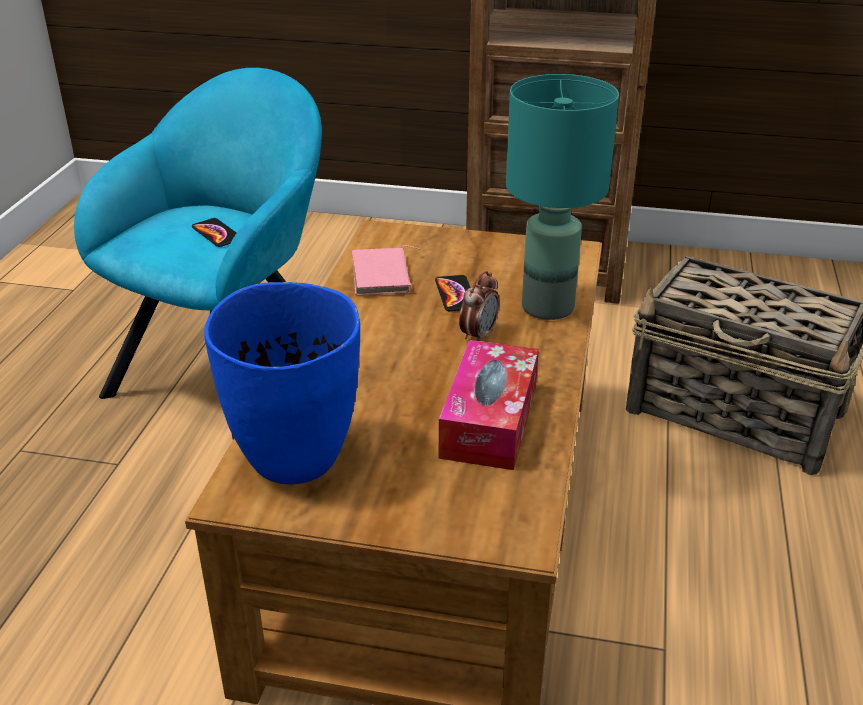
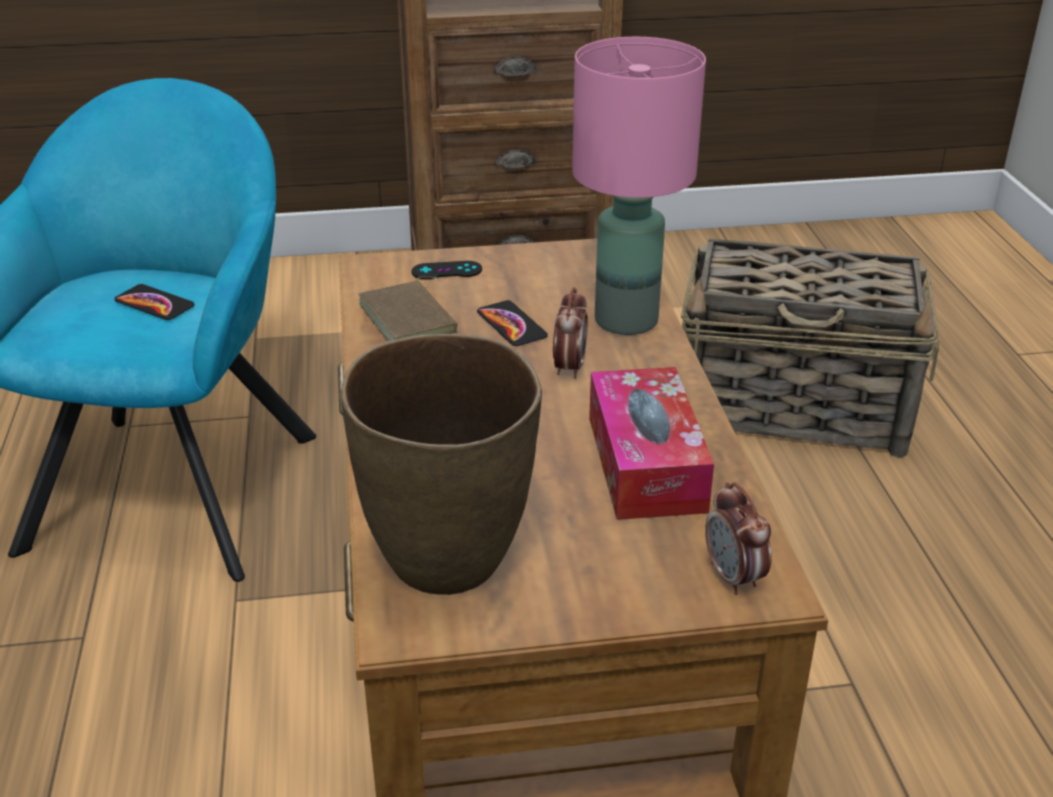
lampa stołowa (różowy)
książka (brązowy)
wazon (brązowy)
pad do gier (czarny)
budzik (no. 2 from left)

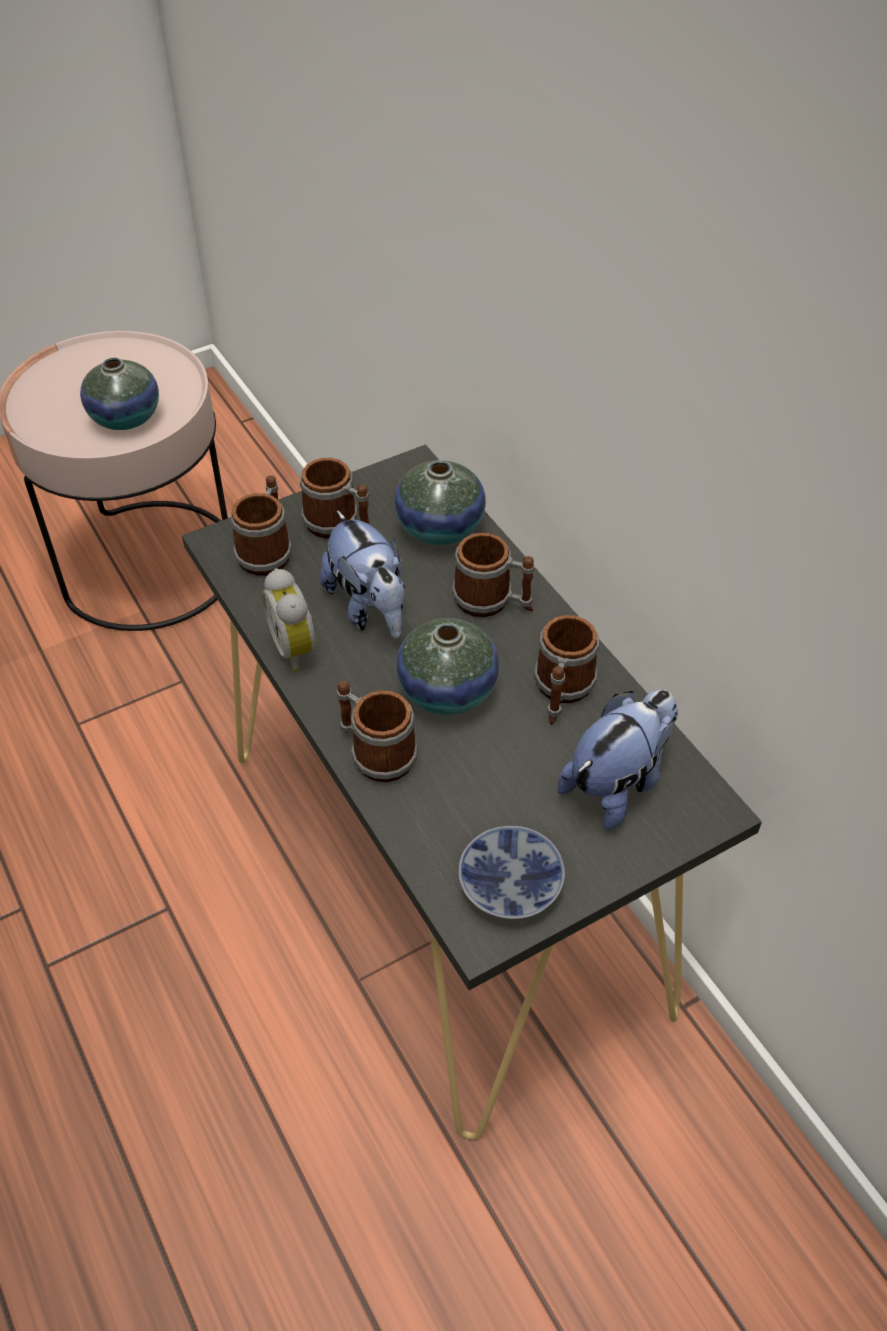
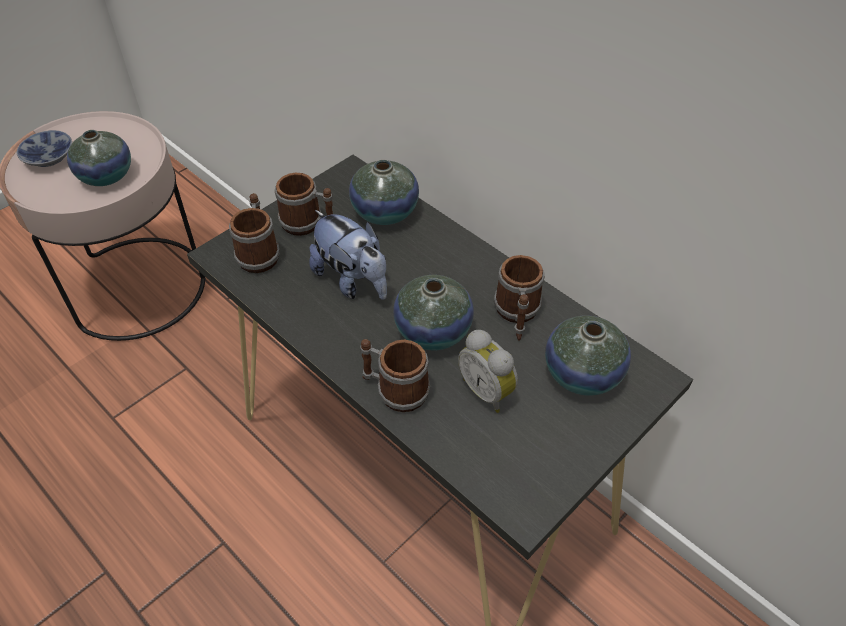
kubek (no. 4 from left in the first image)
budzik
wazon (no. 4 from left)
miska

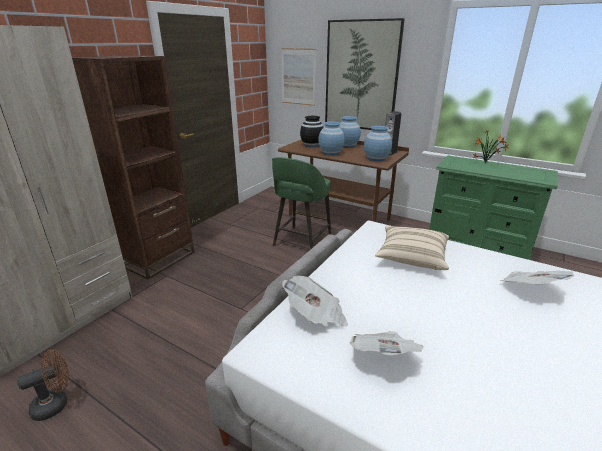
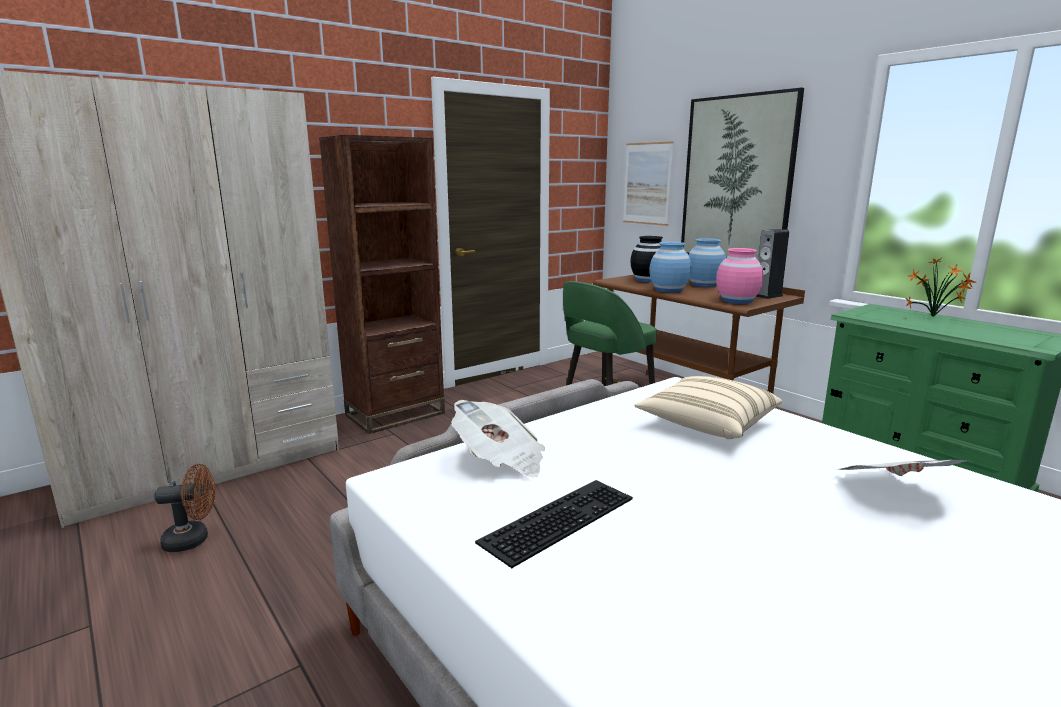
wazon (różowy)
klawiatura

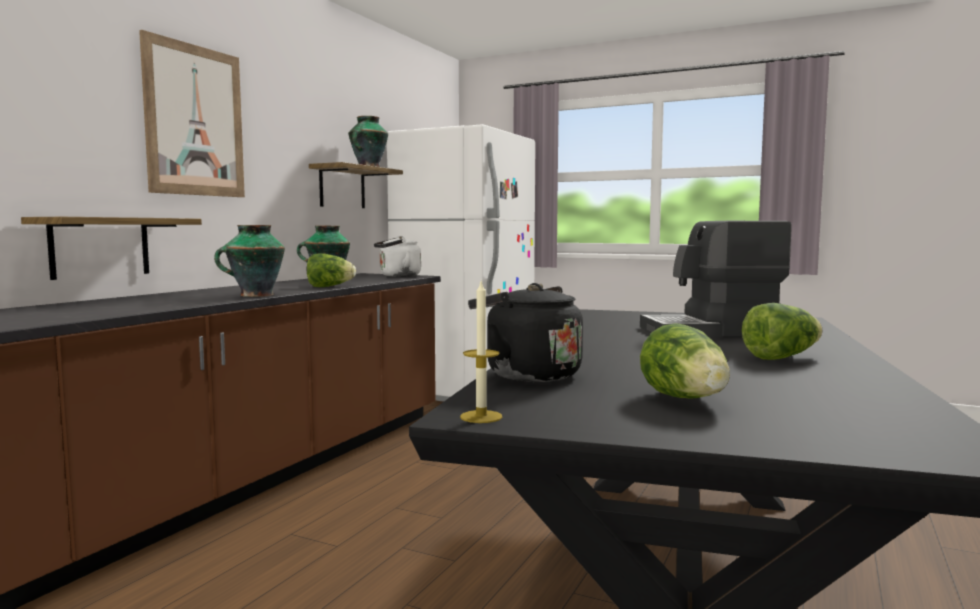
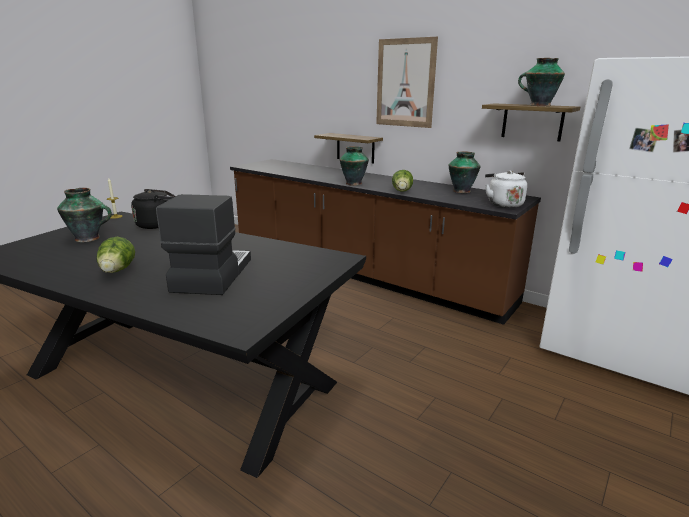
wazon (no. 1 from left)

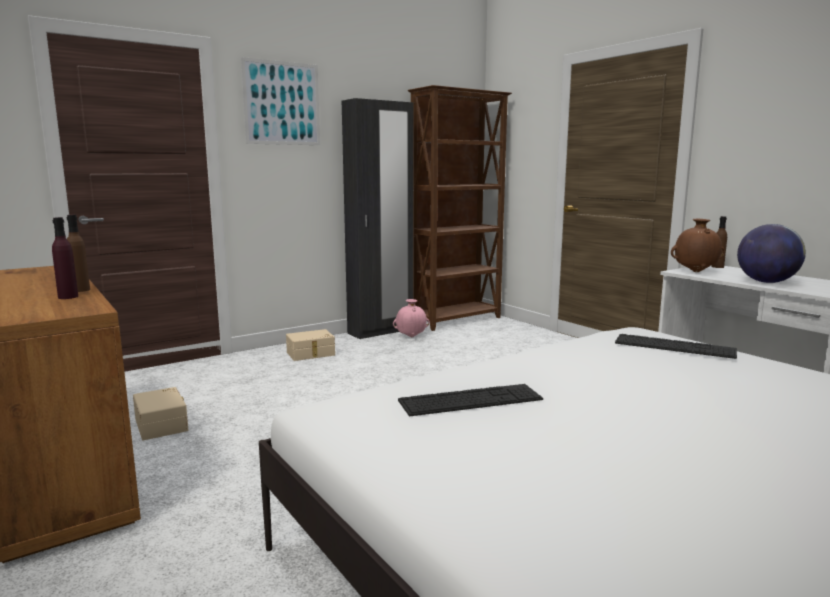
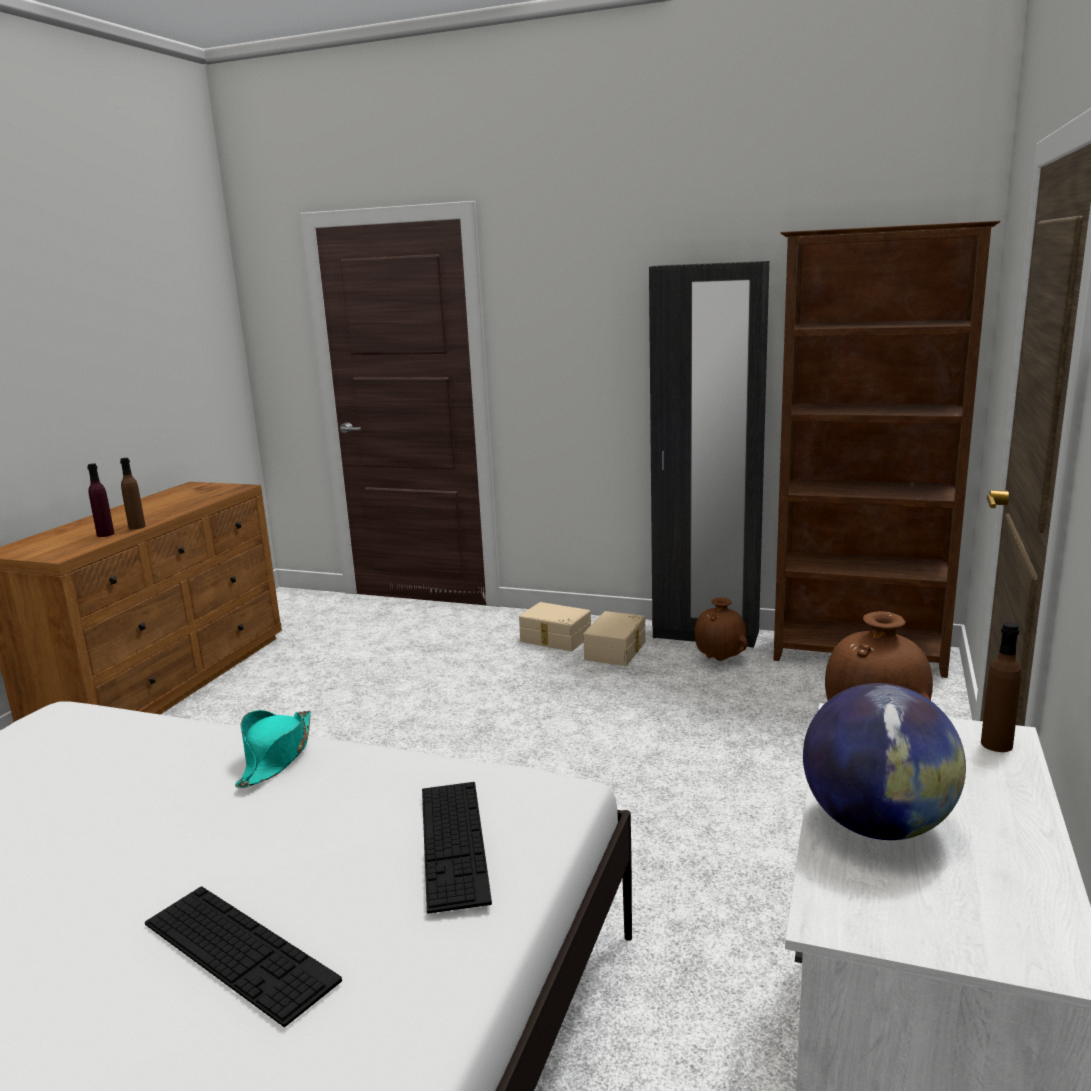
obraz
wazon (brązowy) (no. 1 from left)
klawiatura (no. 1 from left)
pojemnik do przechowywania (beżowy) (no. 2 from left)
kapelusz (turkusowy)

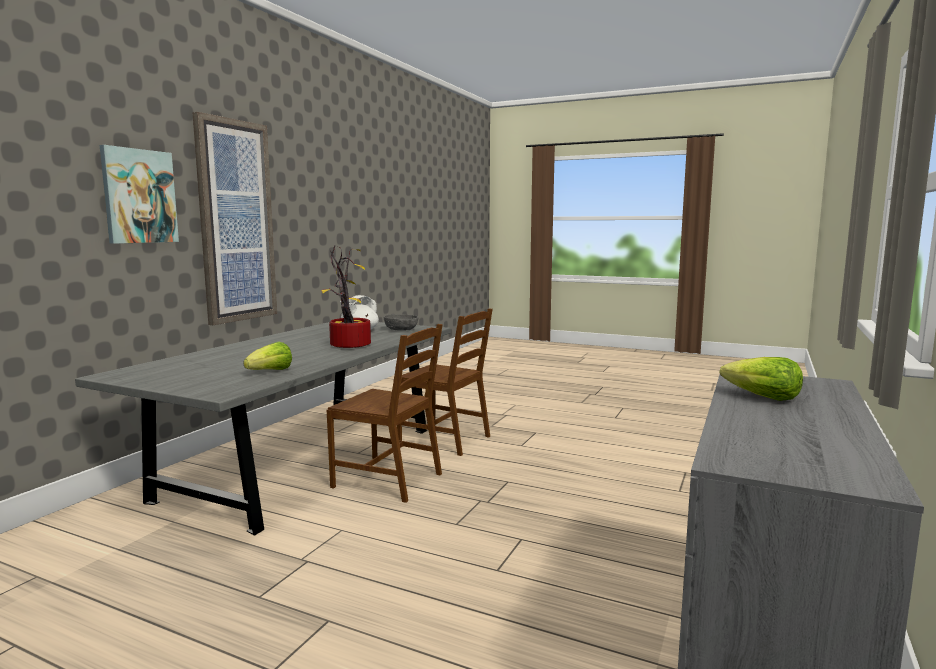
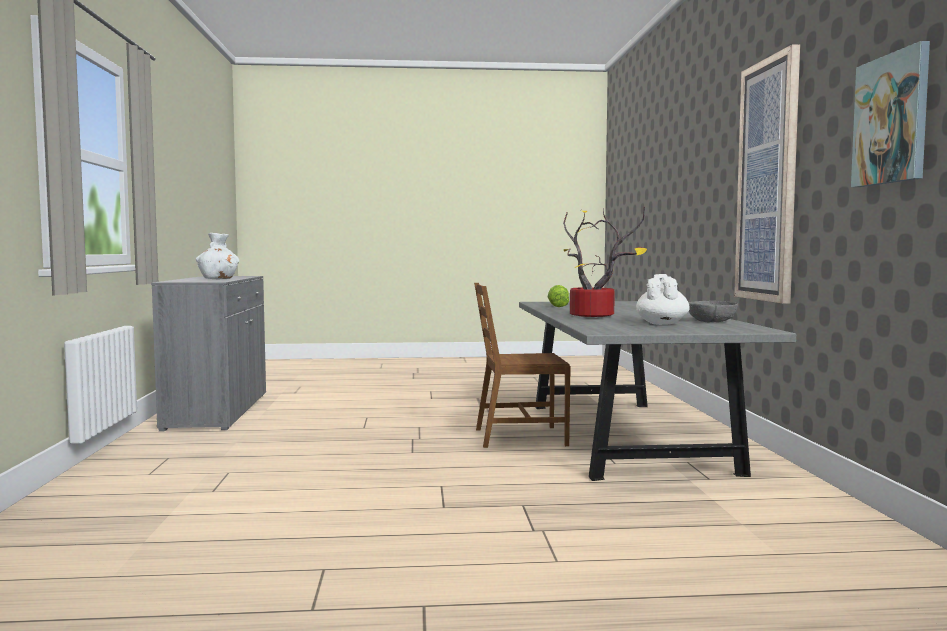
obraz (no. 2 from left)
krzesło (brązowy) (no. 2 from left in the first image)
miska (szary)
wazon (biały)

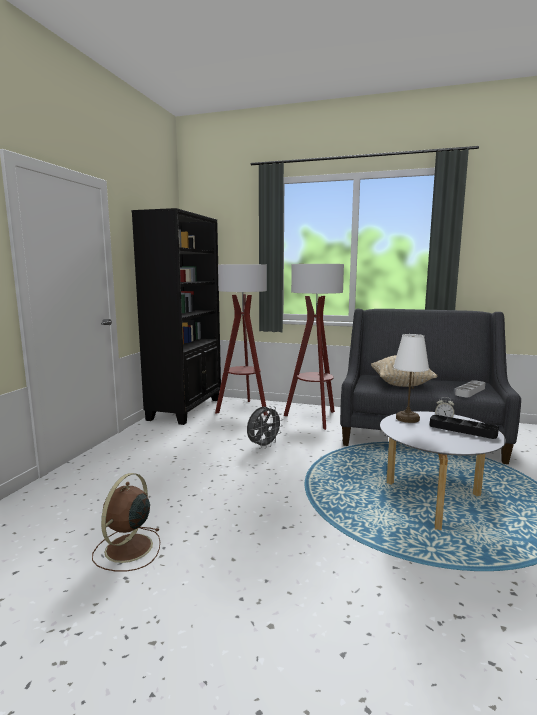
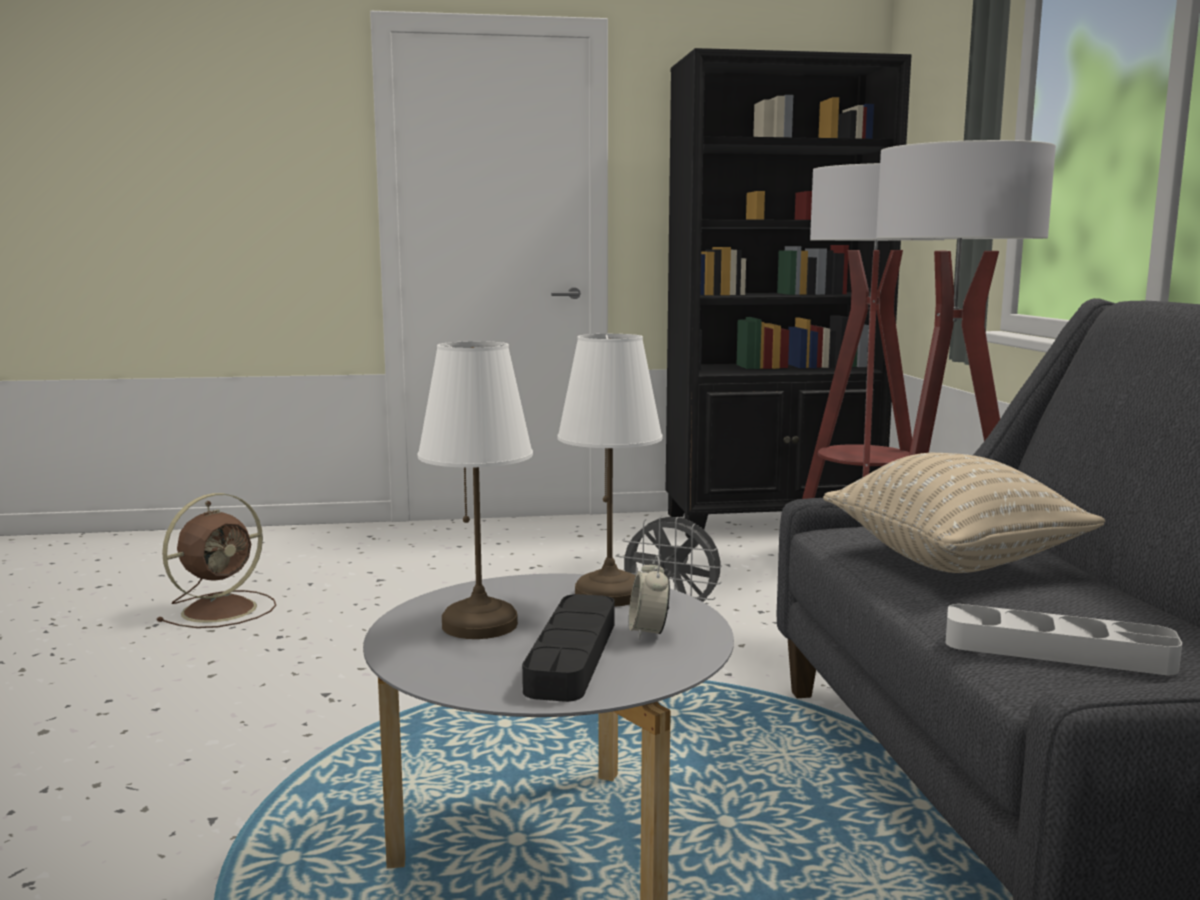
wentylator (brązowy)
lampa stołowa (biały) (no. 1 from left)

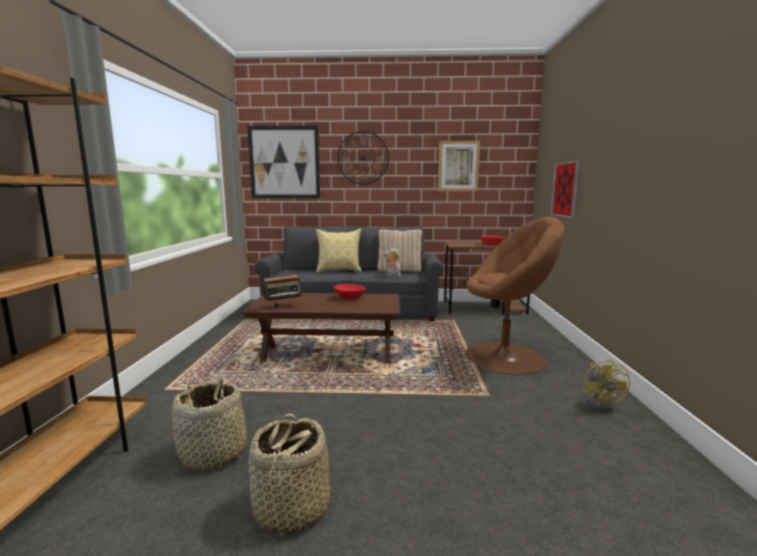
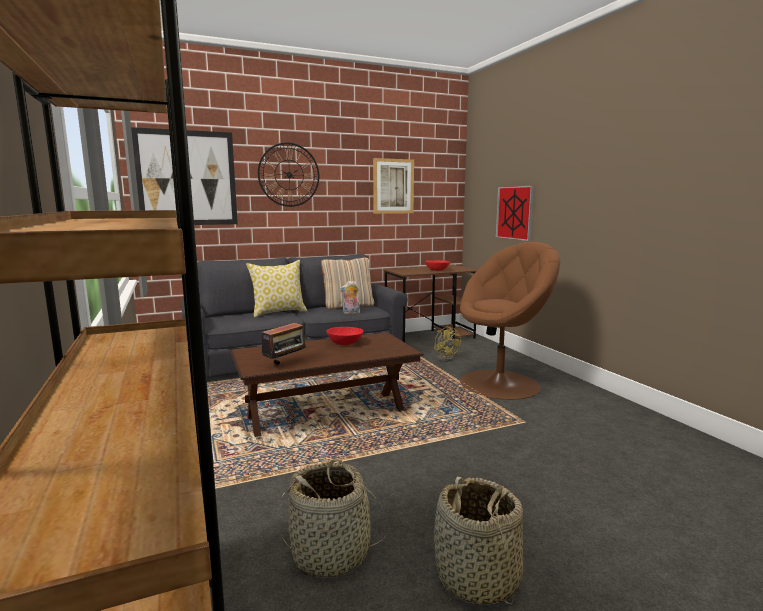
wentylator (żółty)

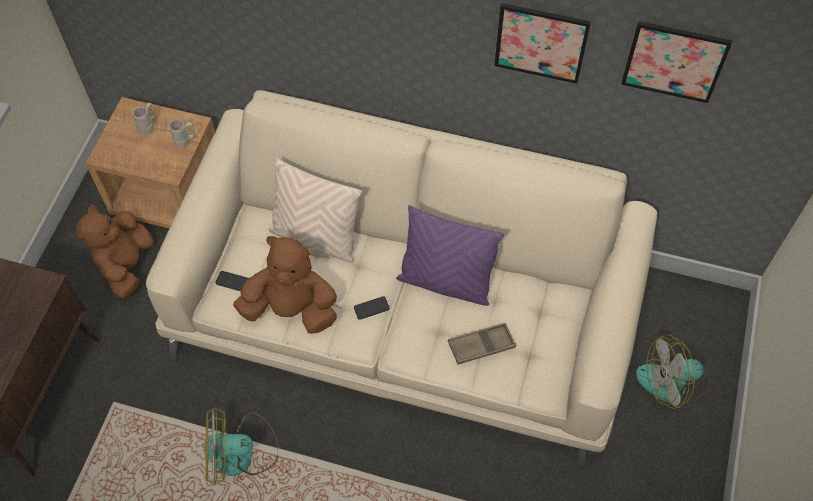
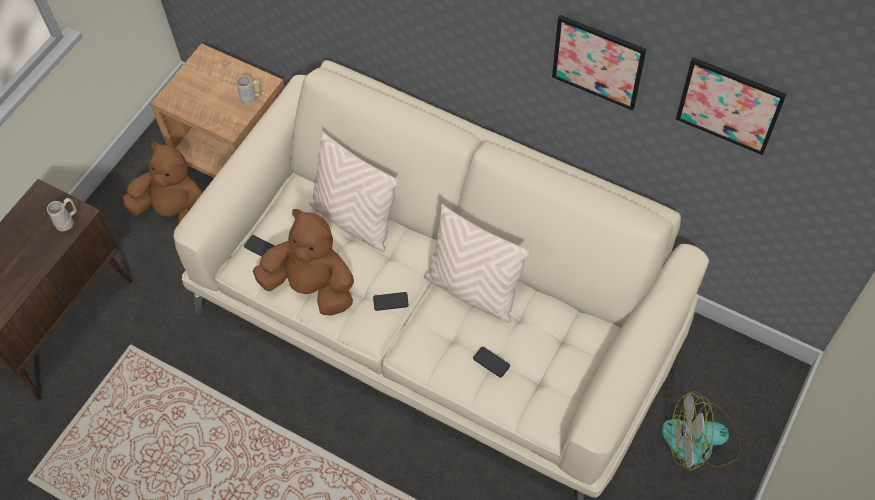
kubek (beżowy) (no. 1 from left)
pluszak (brązowy) (no. 1 from left)
poduszka (beżowy) (no. 2 from left)
telefon (no. 3 from left)
wentylator (no. 1 from left in the first image)

